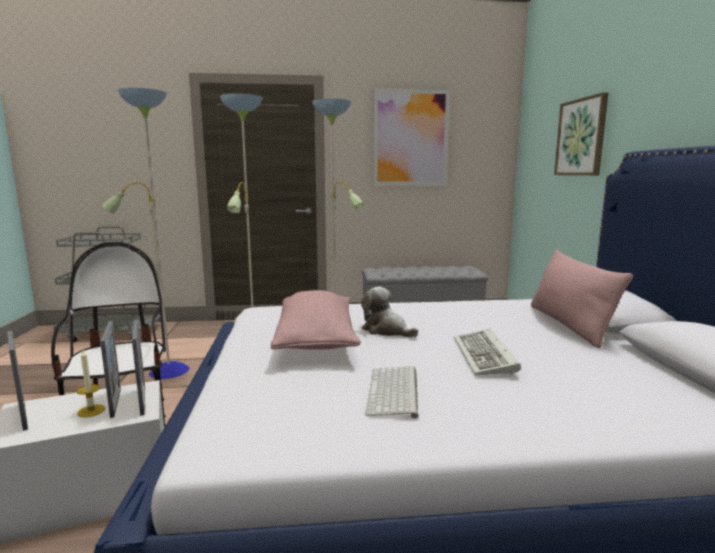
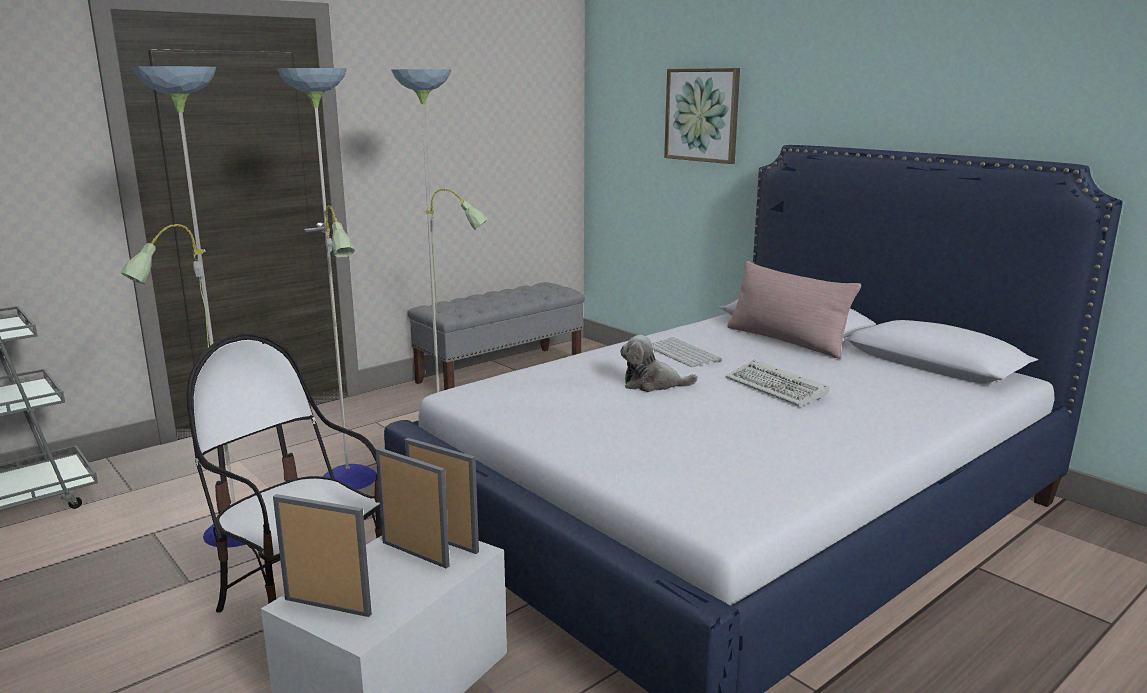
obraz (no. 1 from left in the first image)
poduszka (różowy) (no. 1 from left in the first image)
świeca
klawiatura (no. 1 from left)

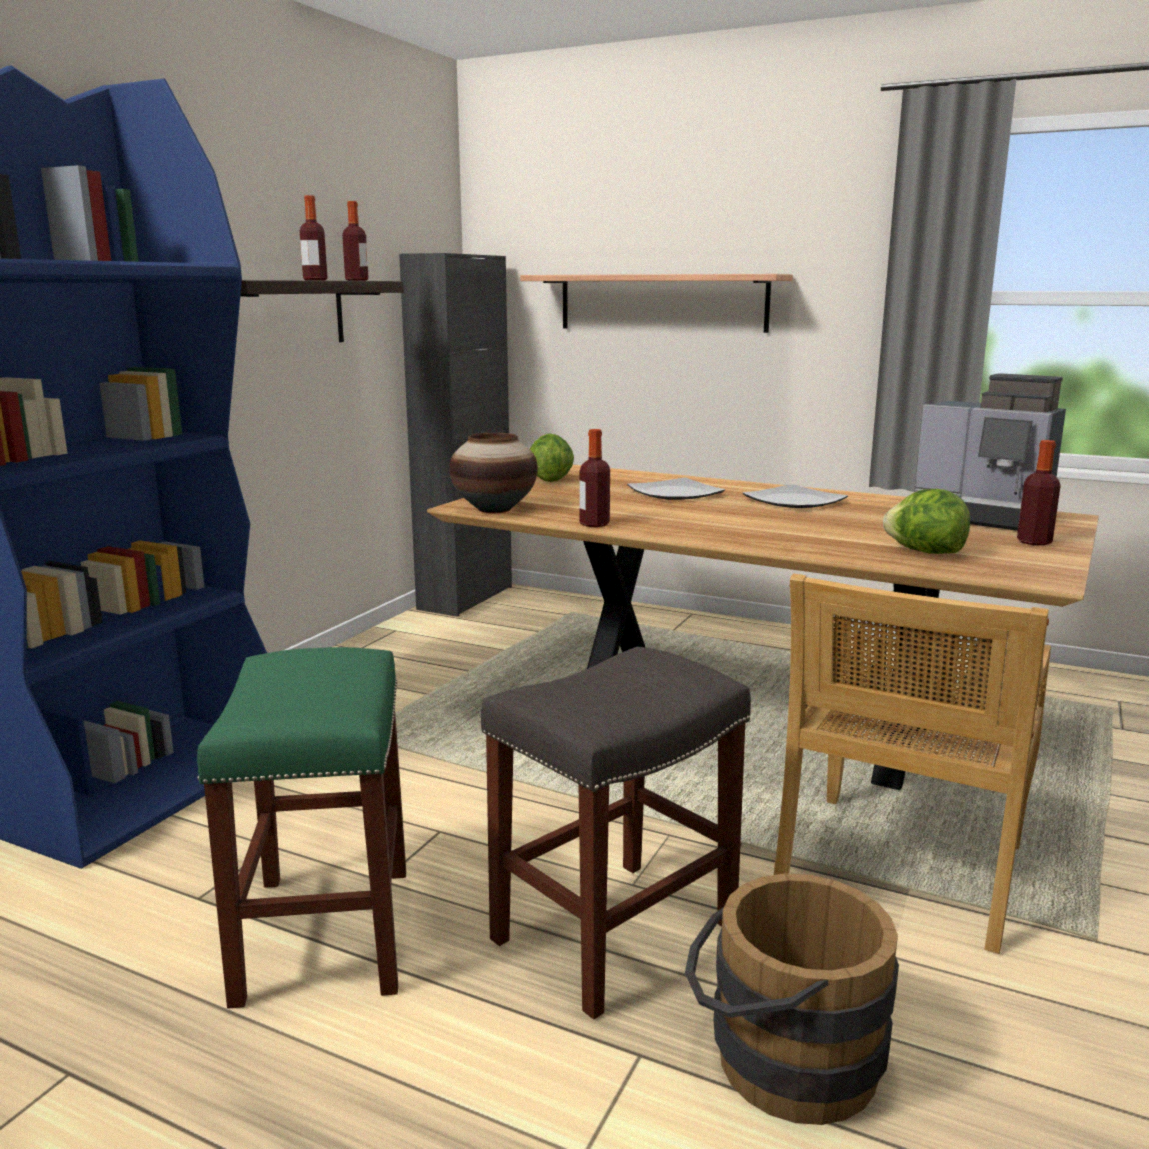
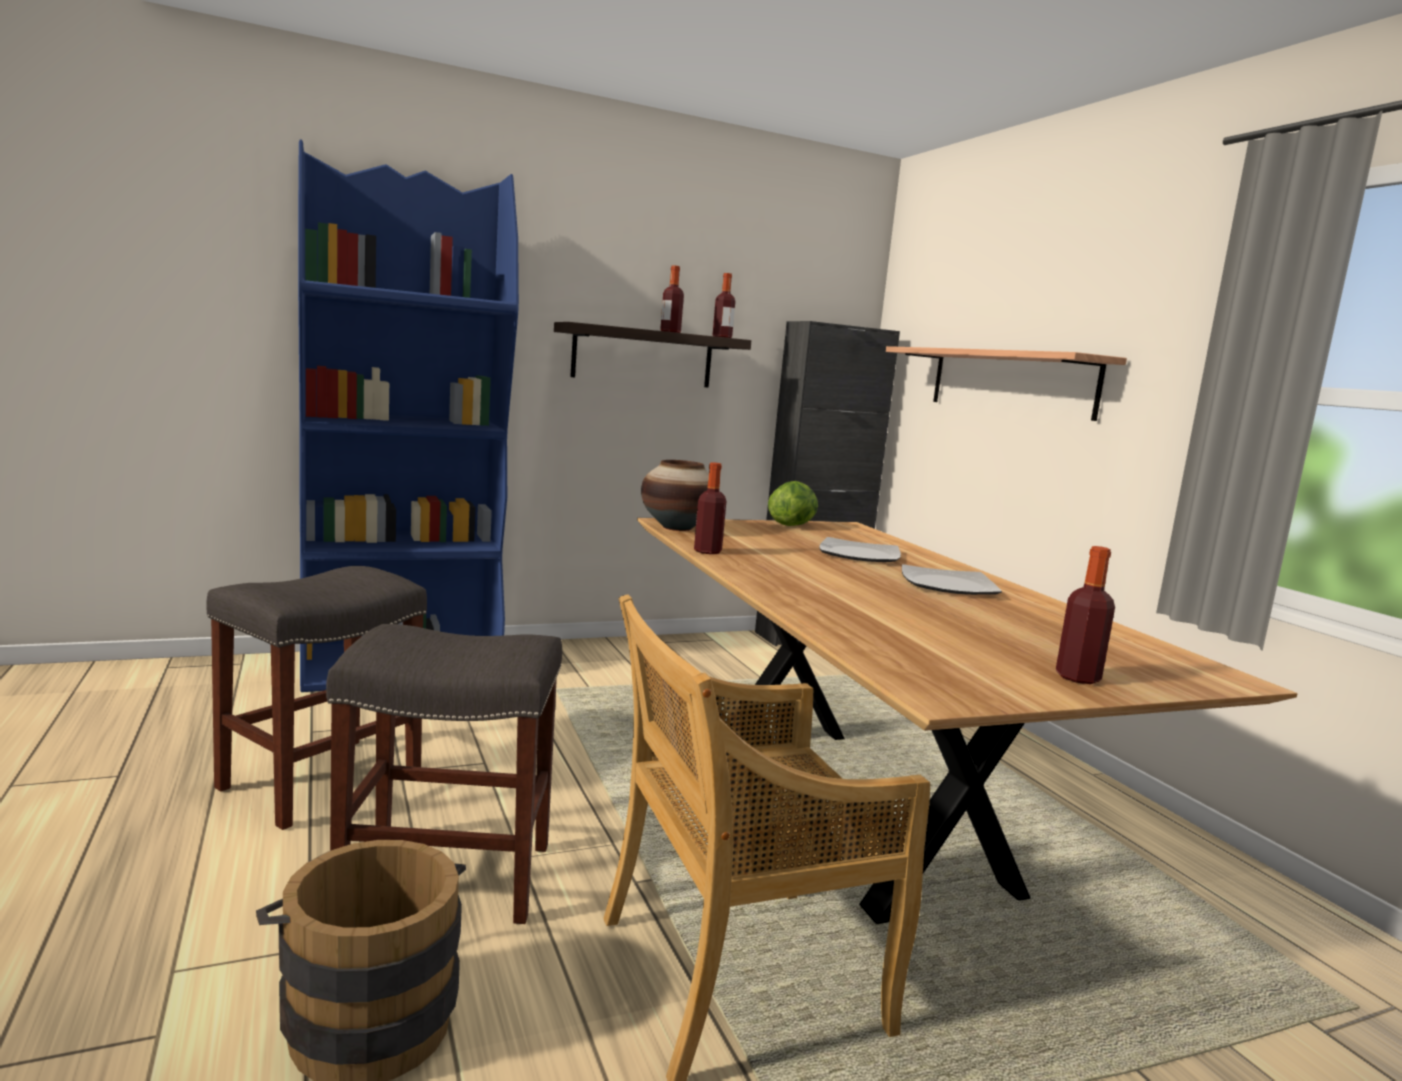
ekspres do kawy
sałata (no. 2 from left in the first image)
stołek (szary) (no. 1 from left)

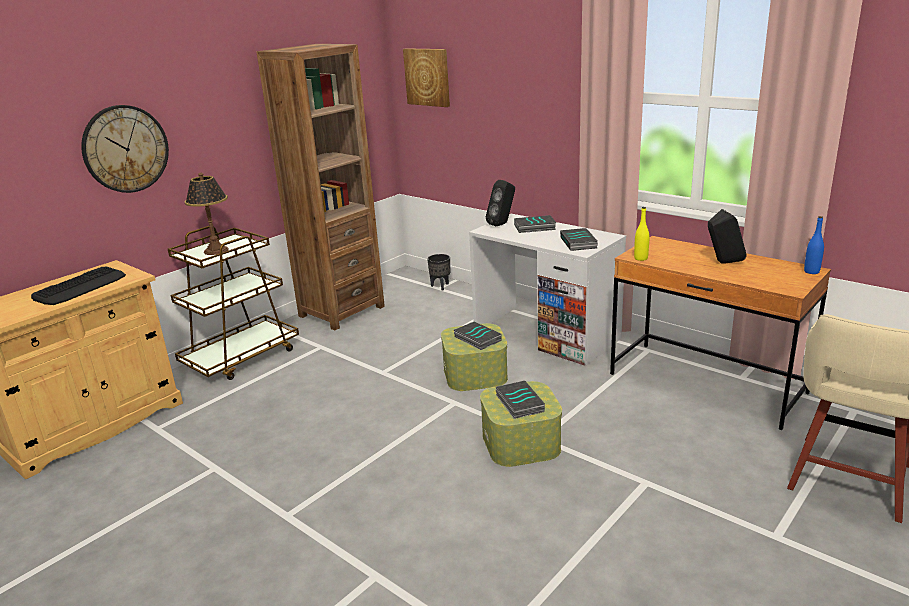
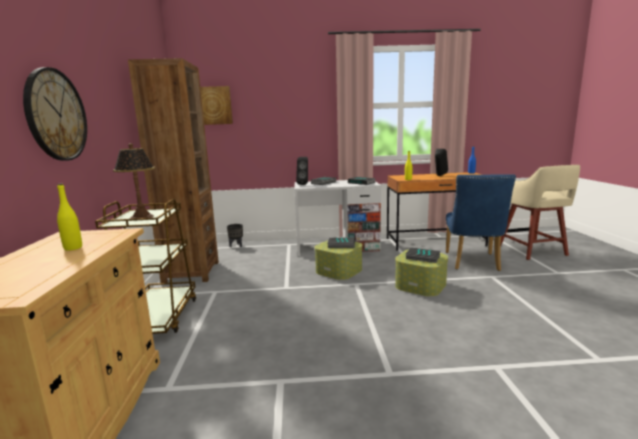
butelka (żółty) (no. 1 from left)
krzesło (niebieski)

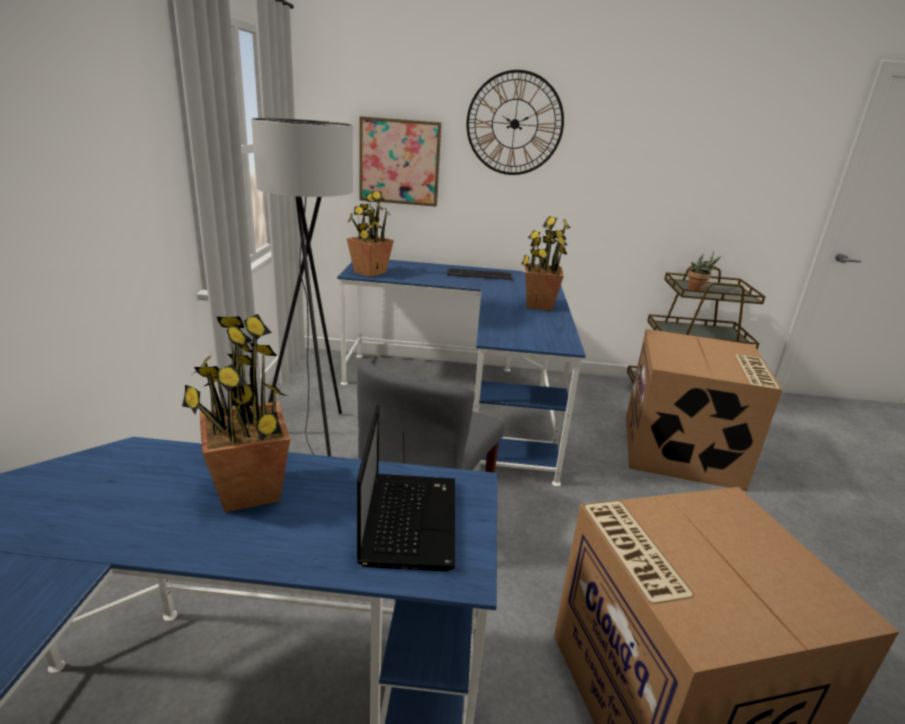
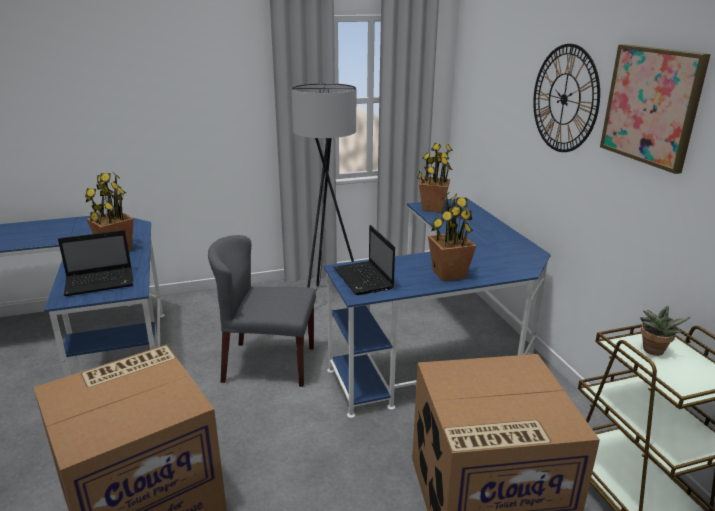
obraz
klawiatura
laptop (no. 2 from left)

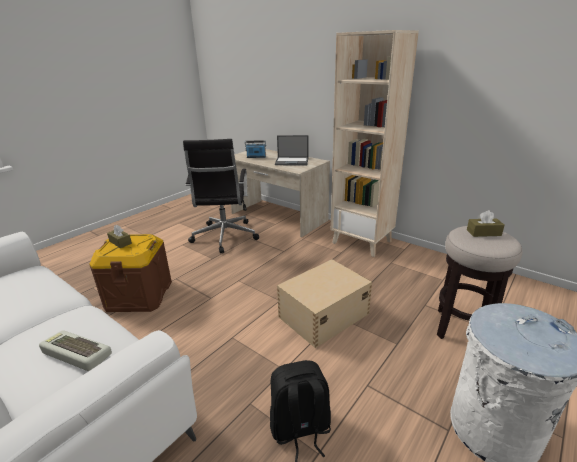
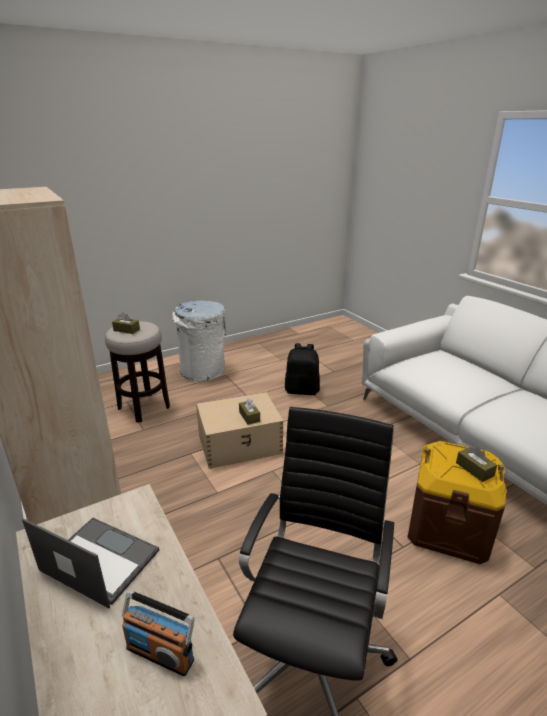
klawiatura
pudełko chusteczek (brązowy) (no. 2 from left)

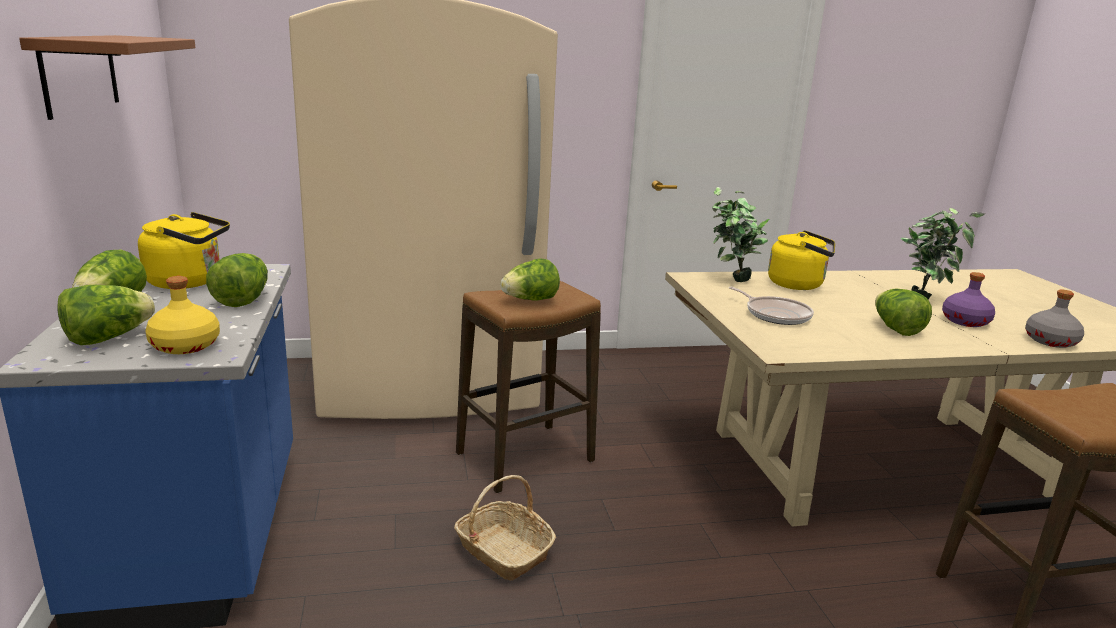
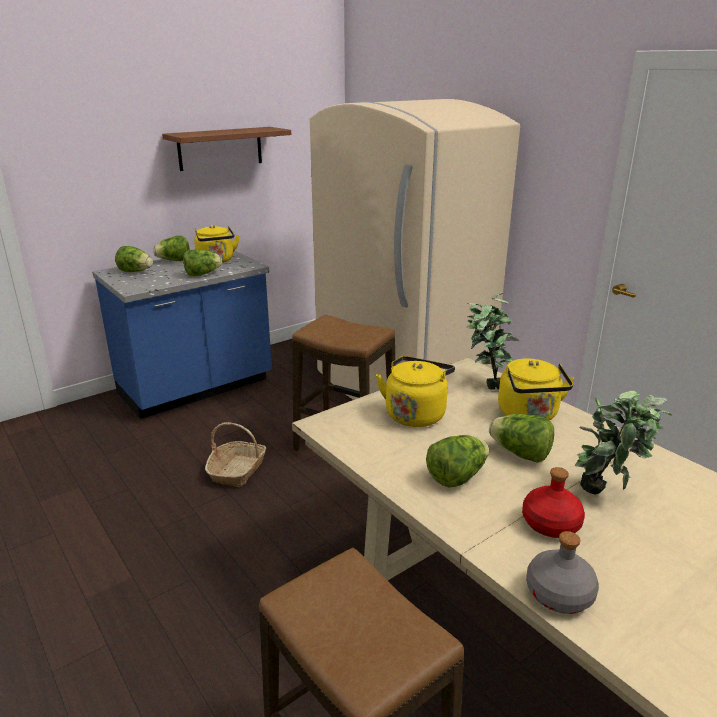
sałata (no. 5 from left)
butelka (czerwony)
butelka (żółty)
czajnik (żółty) (no. 2 from left)

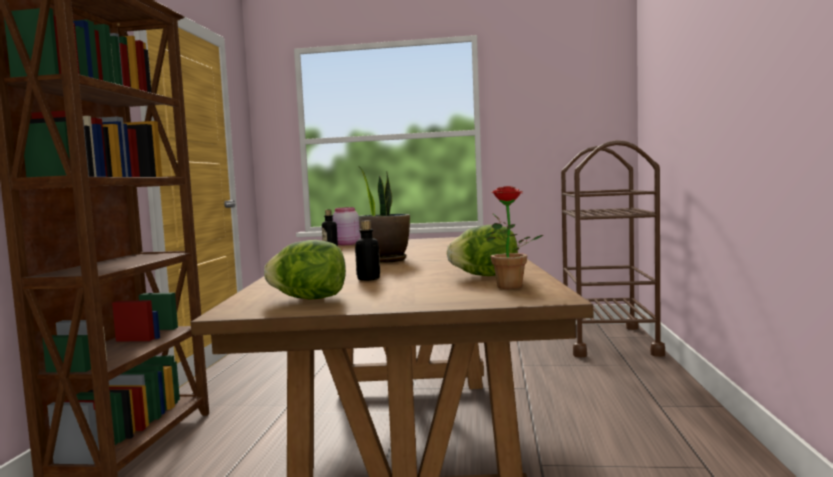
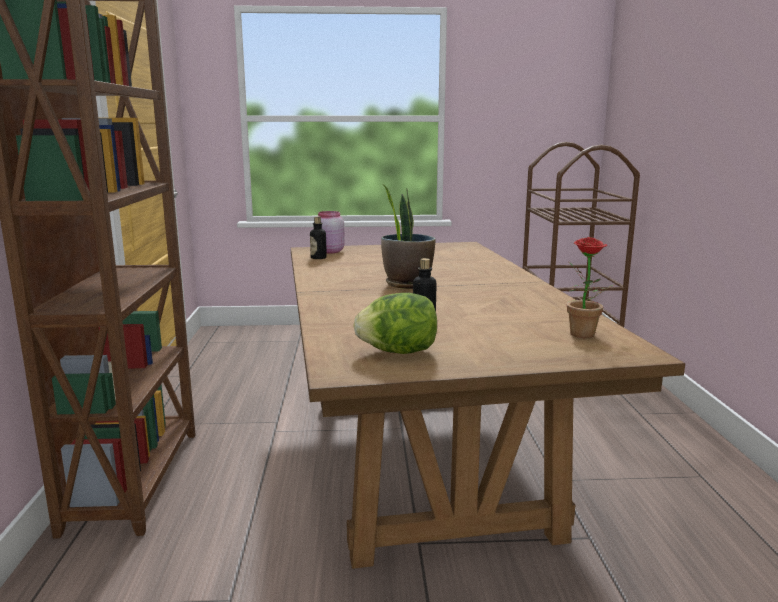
sałata (no. 2 from left in the first image)

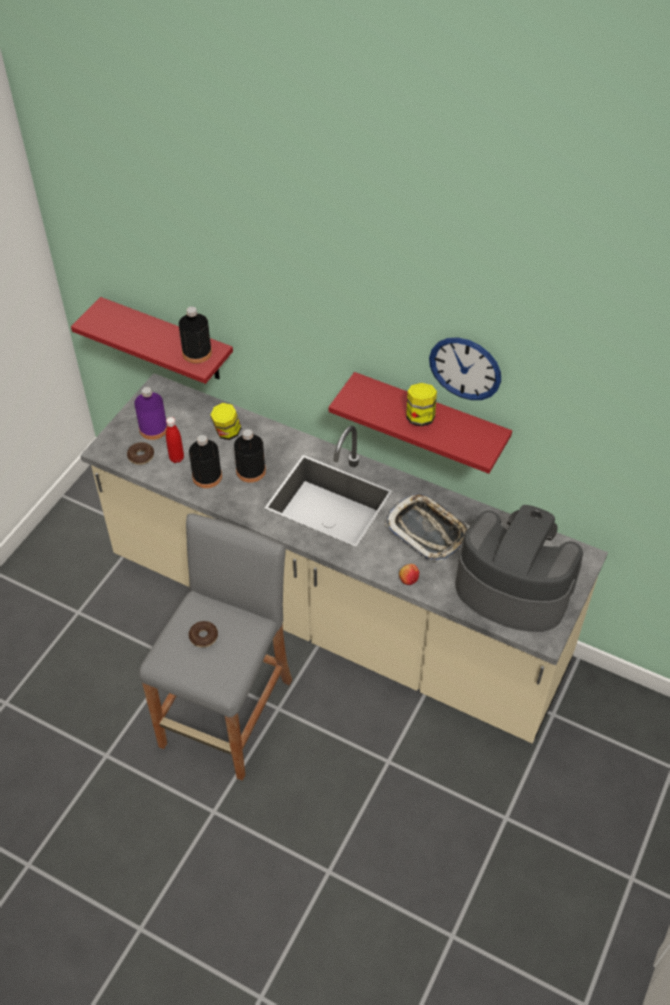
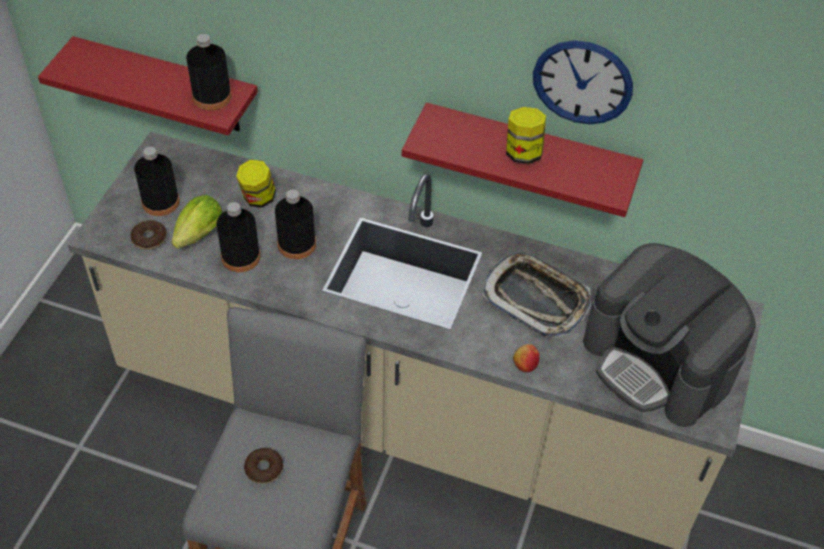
butelka (czarny) (no. 1 from left)
sałata
ekspres do kawy

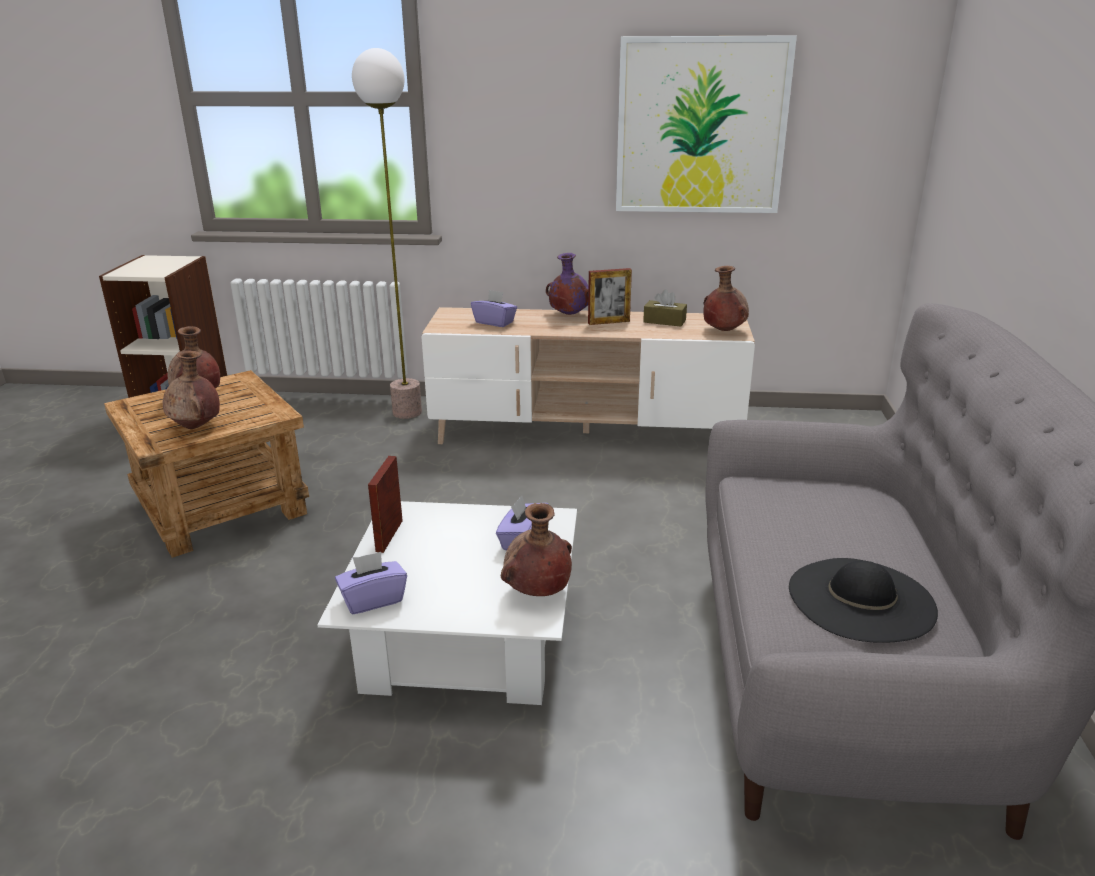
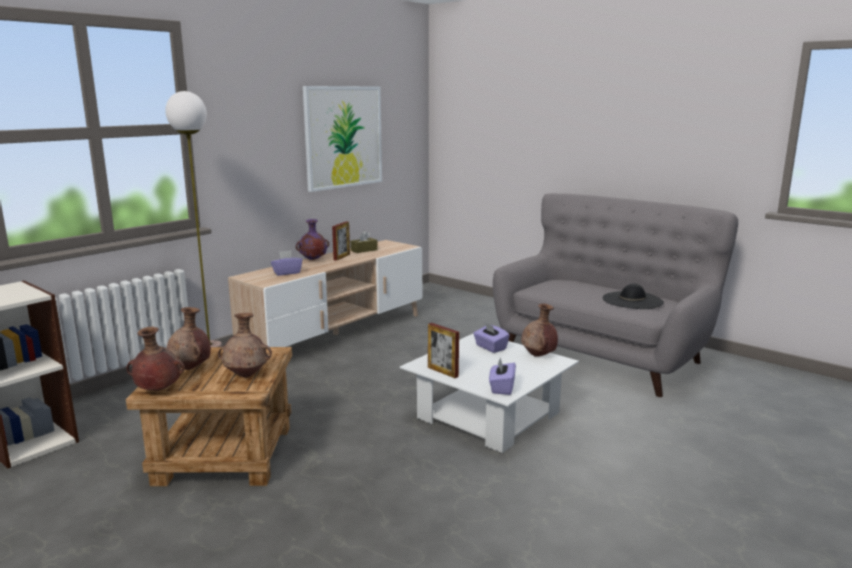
wazon (brązowy) (no. 1 from left)

